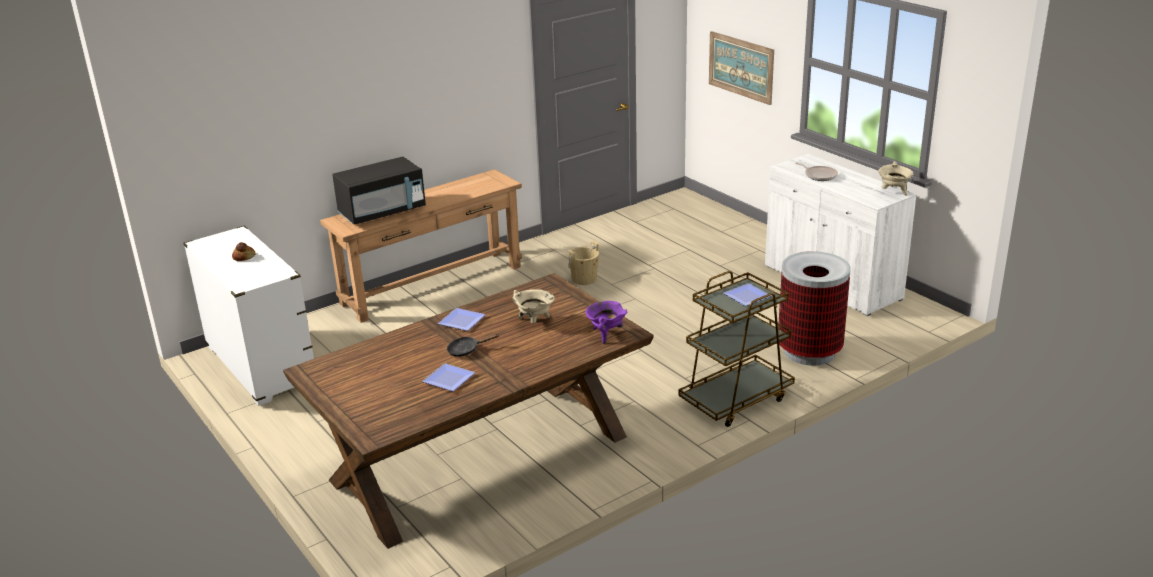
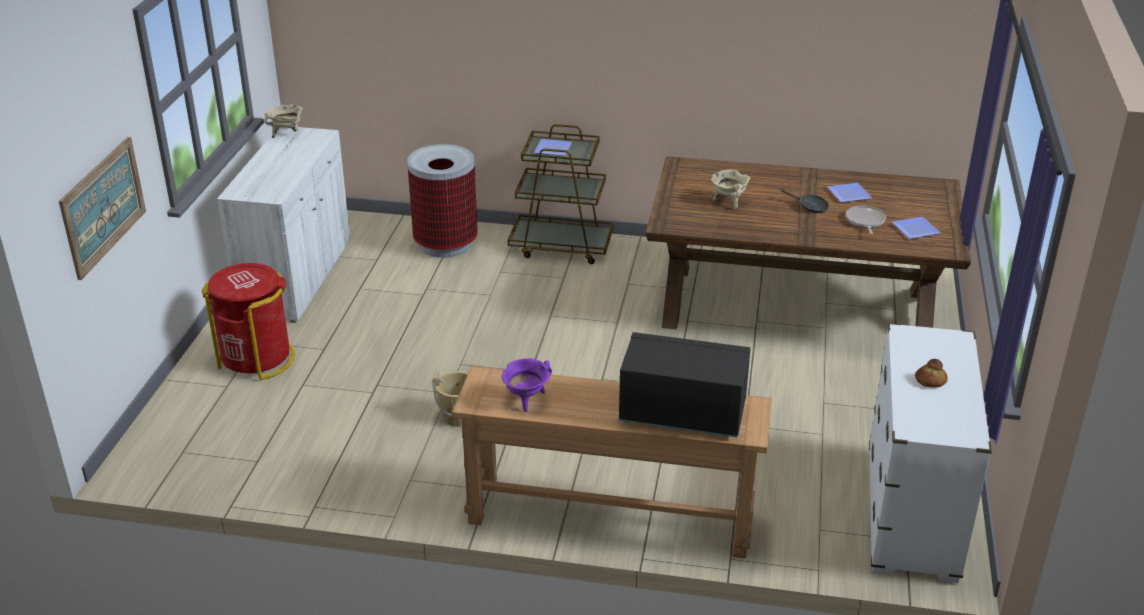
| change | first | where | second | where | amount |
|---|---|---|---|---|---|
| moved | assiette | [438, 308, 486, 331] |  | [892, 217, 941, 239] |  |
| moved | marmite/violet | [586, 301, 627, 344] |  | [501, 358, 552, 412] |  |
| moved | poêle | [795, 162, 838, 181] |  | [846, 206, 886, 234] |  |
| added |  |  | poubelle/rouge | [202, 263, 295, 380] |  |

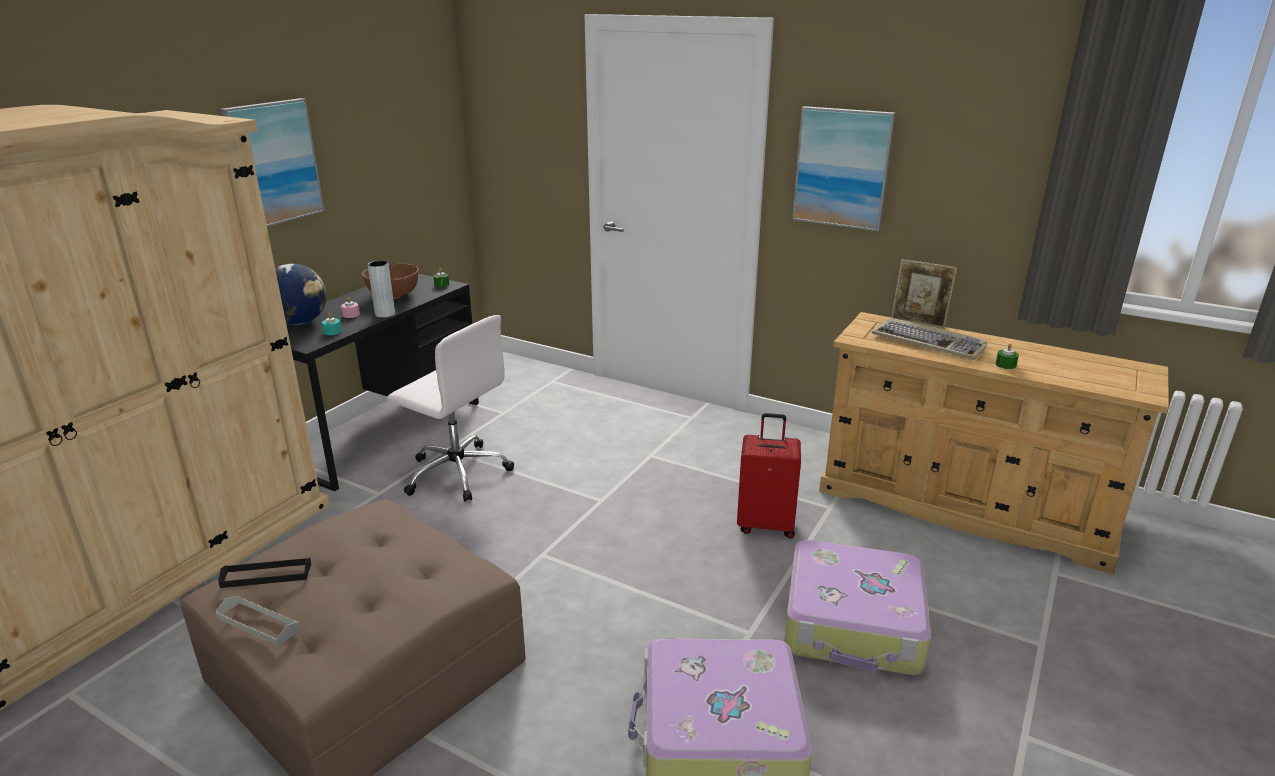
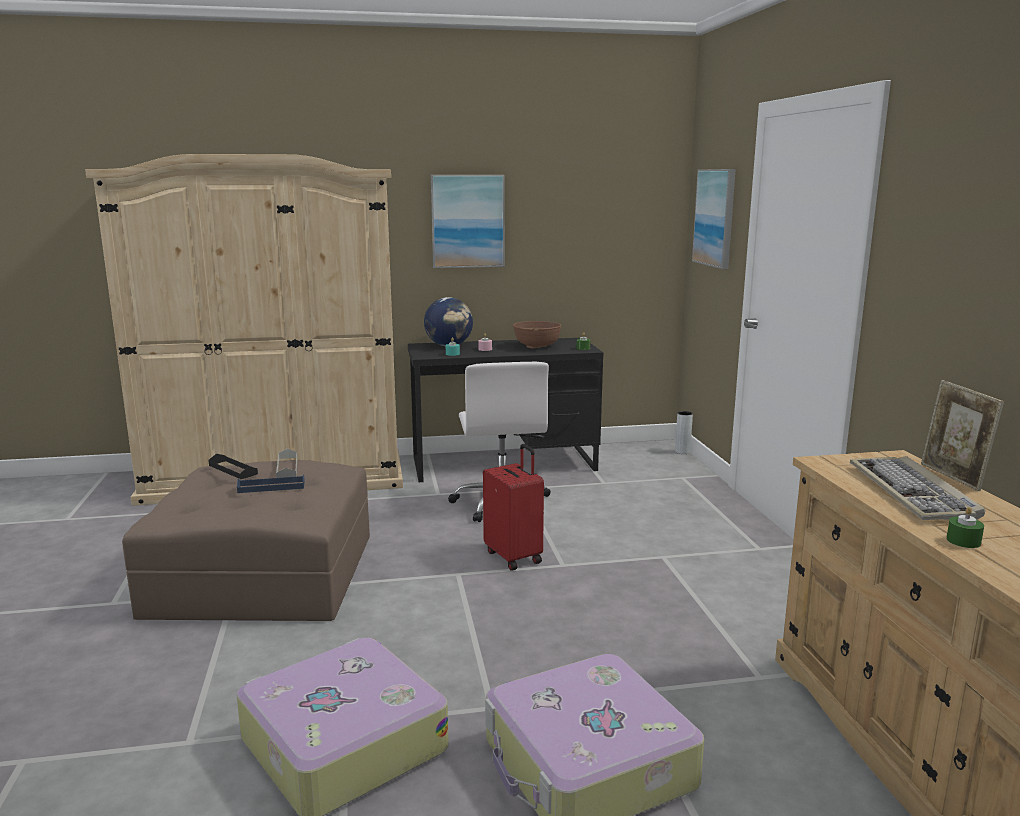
| change | first | where | second | where | amount |
|---|---|---|---|---|---|
| moved | plateau/gris | [215, 596, 301, 646] |  | [276, 448, 297, 478] |  |
| moved | vase/gris | [368, 261, 395, 318] |  | [675, 411, 693, 454] |  |
| moved | valise/rouge | [737, 413, 801, 538] |  | [483, 444, 544, 571] |  |
| moved | tableau | [792, 106, 896, 231] |  | [692, 169, 736, 269] |  |
| added |  |  | plateau/bleu | [237, 475, 305, 493] |  |

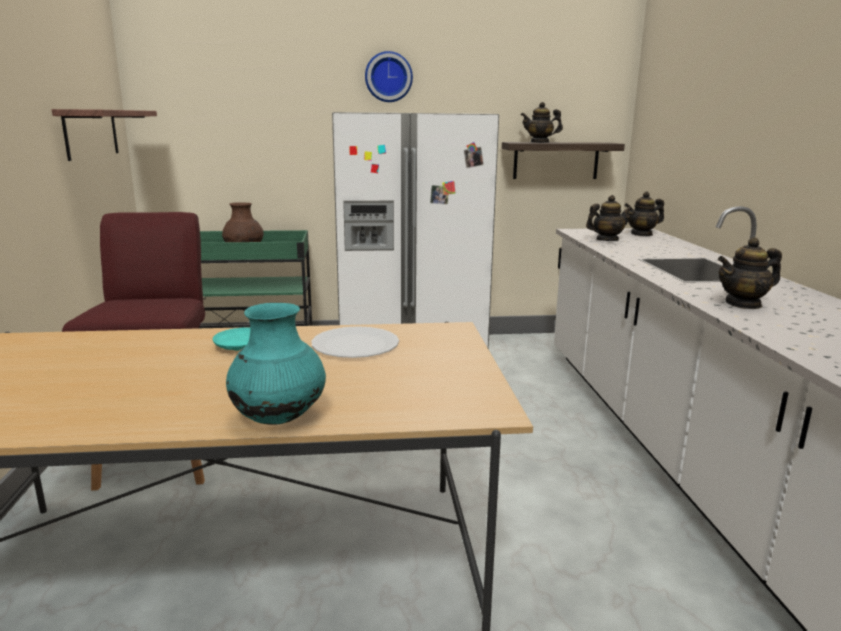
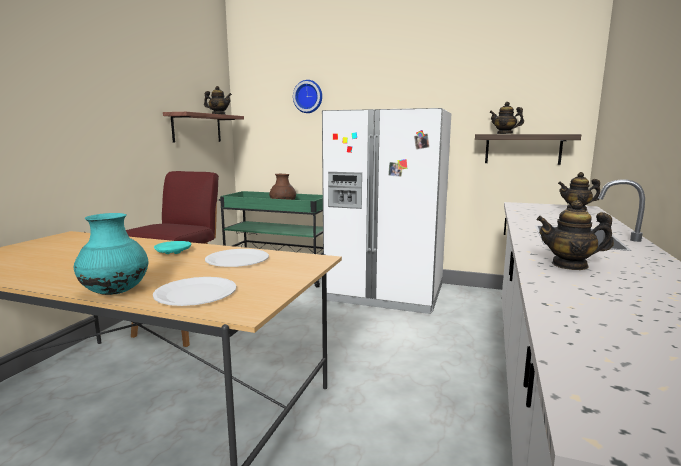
| change | first | where | second | where | amount |
|---|---|---|---|---|---|
| moved | horloge murale | [365, 51, 413, 102] |  | [293, 80, 322, 113] |  |
| moved | théière | [586, 195, 632, 241] |  | [204, 86, 232, 115] |  |
| added |  |  | assiette/blanc | [153, 277, 236, 306] |  |

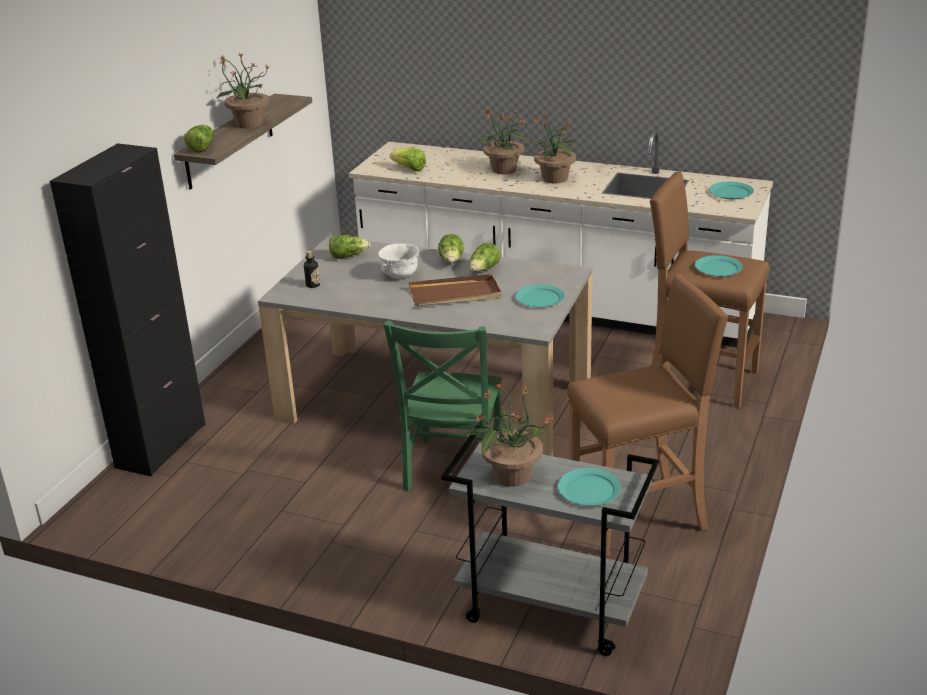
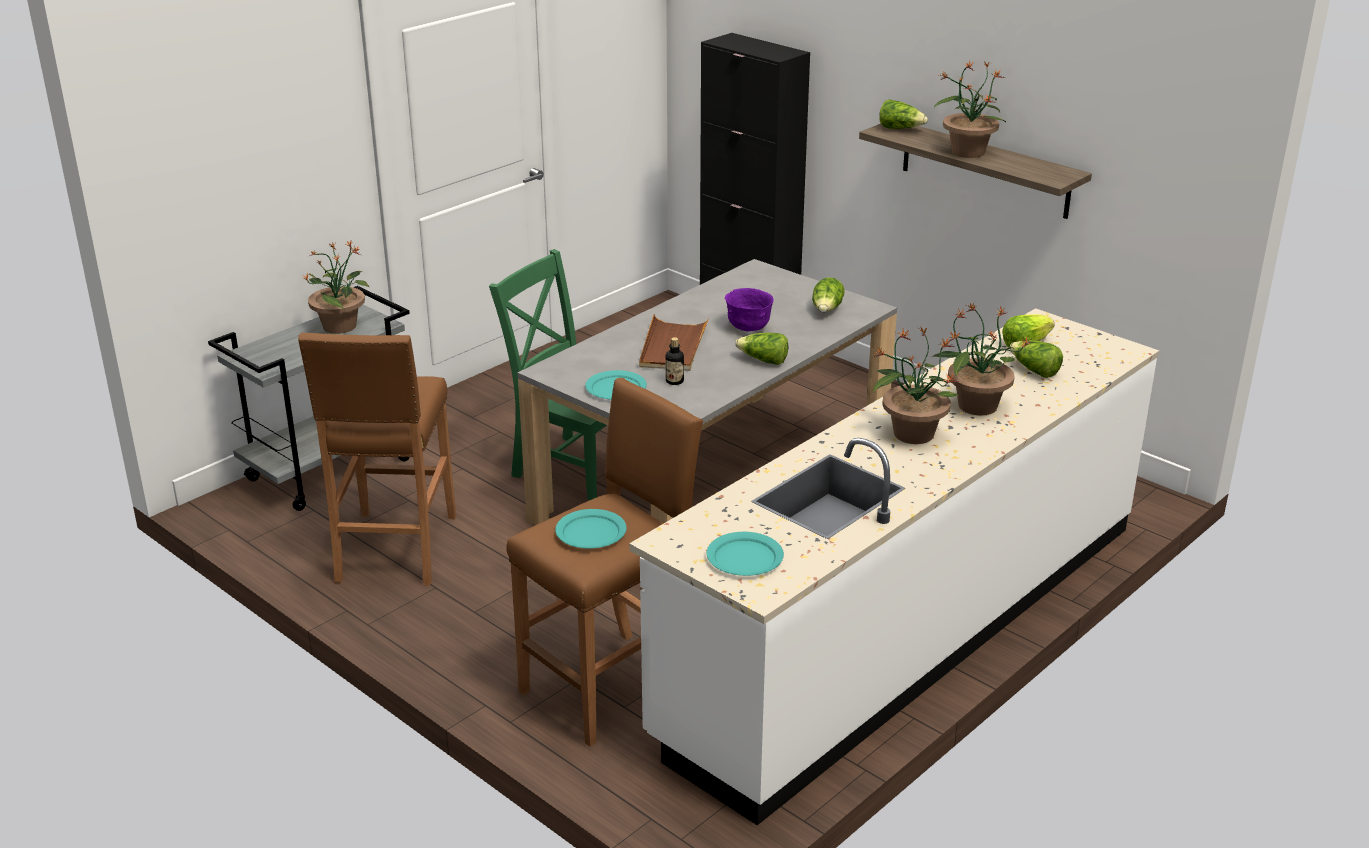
| change | first | where | second | where | amount |
|---|---|---|---|---|---|
| moved | bouteille | [304, 251, 320, 288] |  | [665, 337, 684, 385] |  |
| recoloured | bol/blanc | [378, 243, 419, 278] | bol/violet | [725, 288, 774, 331] |  |
| moved | laitue | [470, 243, 501, 272] |  | [1010, 340, 1063, 378] |  |
| removed | assiette/turquoise | [558, 468, 621, 506] |  |  |  |

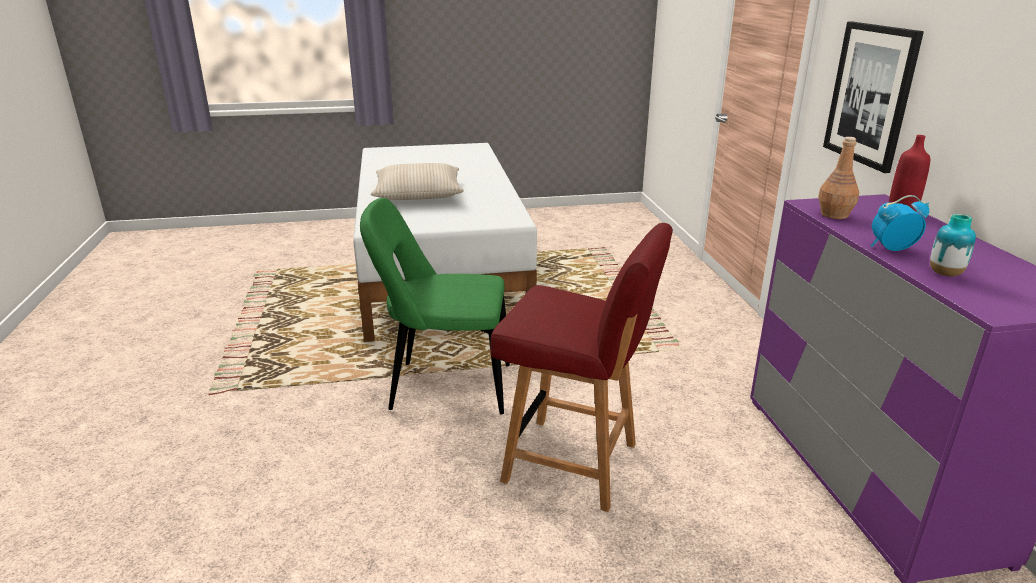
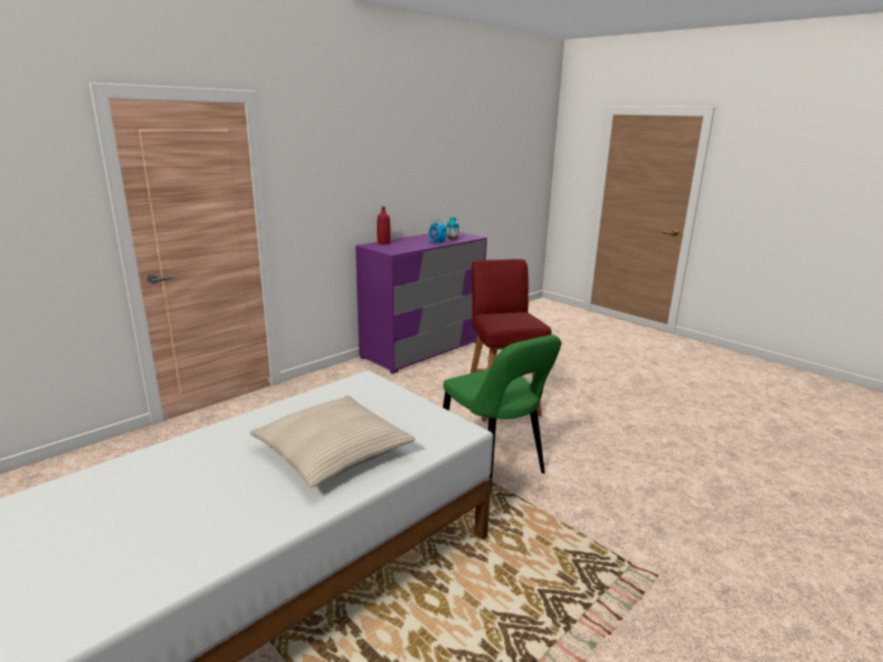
| change | first | where | second | where | amount |
|---|---|---|---|---|---|
| removed | bouteille/marron | [818, 137, 859, 219] |  |  |  |
| removed | tableau | [823, 22, 924, 173] |  |  |  |

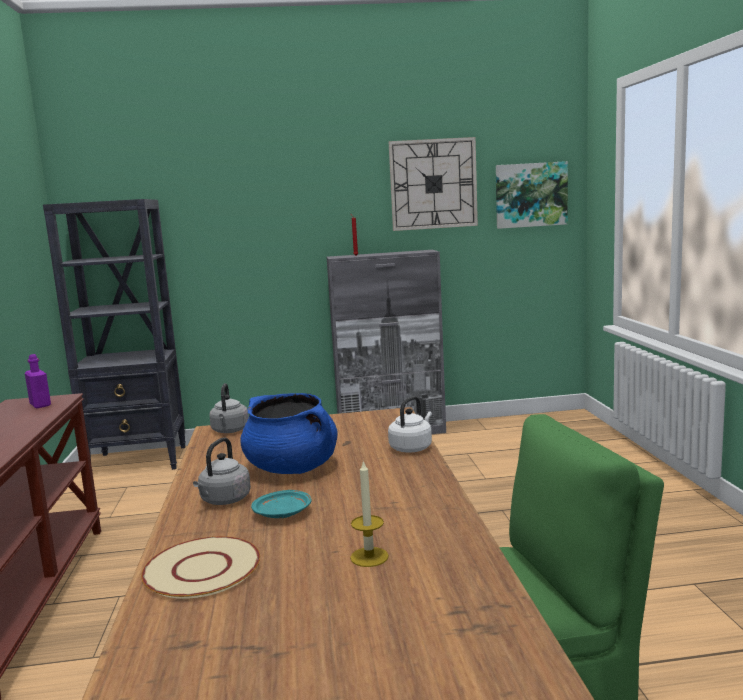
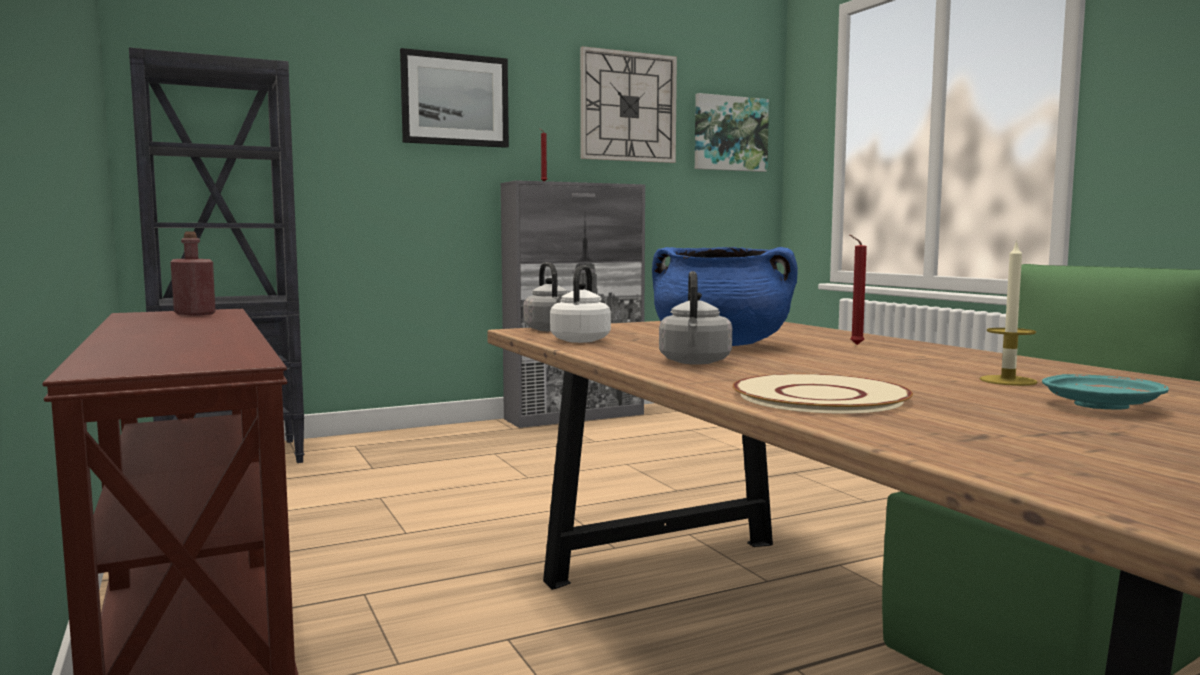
| change | first | where | second | where | amount |
|---|---|---|---|---|---|
| recoloured | bouteille/violet | [25, 354, 51, 408] | bouteille/rouge | [170, 231, 216, 316] |  |
| moved | assiette/turquoise | [251, 490, 311, 518] |  | [1042, 374, 1169, 409] |  |
| moved | bouilloire/blanc | [388, 396, 432, 452] |  | [550, 265, 611, 343] |  |
| added |  |  | tableau | [400, 48, 509, 148] |  |
| added |  |  | bougie/rouge | [850, 235, 867, 345] |  |

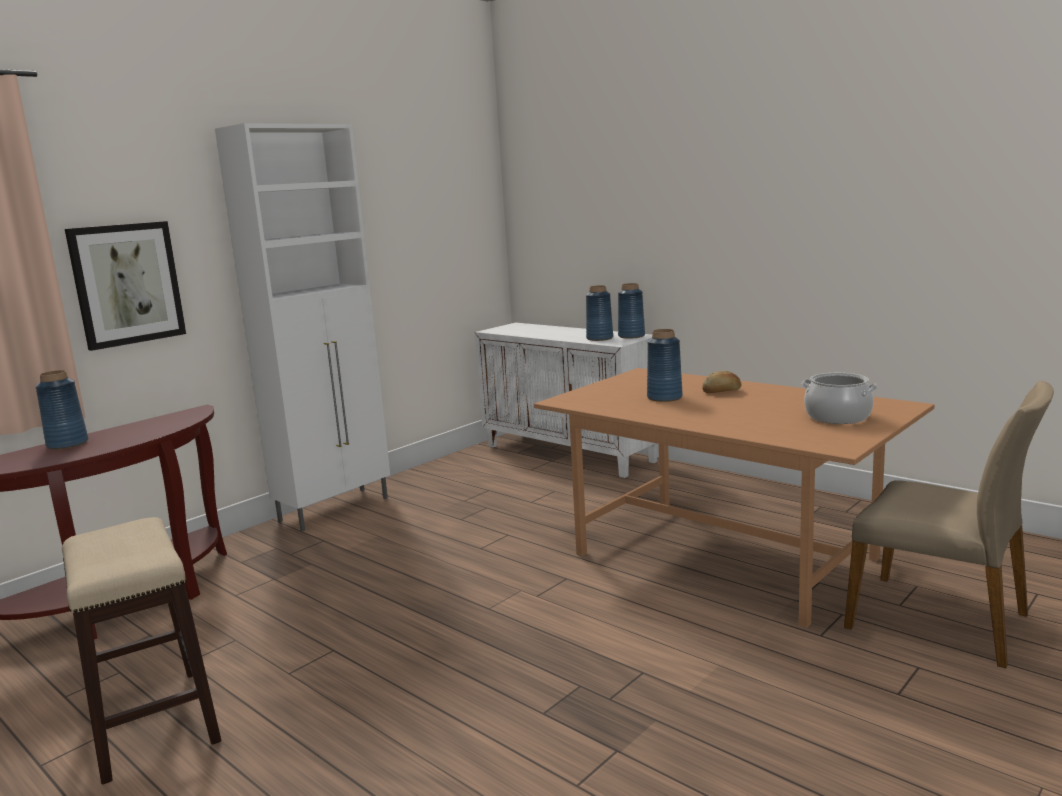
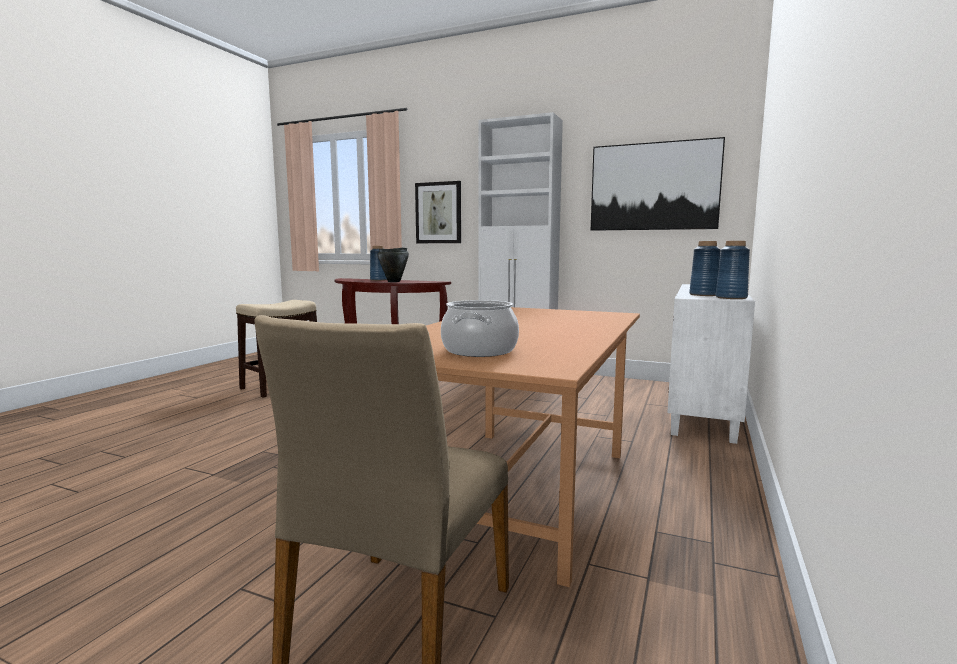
| change | first | where | second | where | amount |
|---|---|---|---|---|---|
| removed | vase/bleu | [647, 329, 683, 402] |  |  |  |
| removed | pain | [702, 371, 741, 393] |  |  |  |
| added |  |  | marmite/noir | [378, 248, 409, 282] |  |
| added |  |  | tableau | [591, 137, 725, 231] |  |

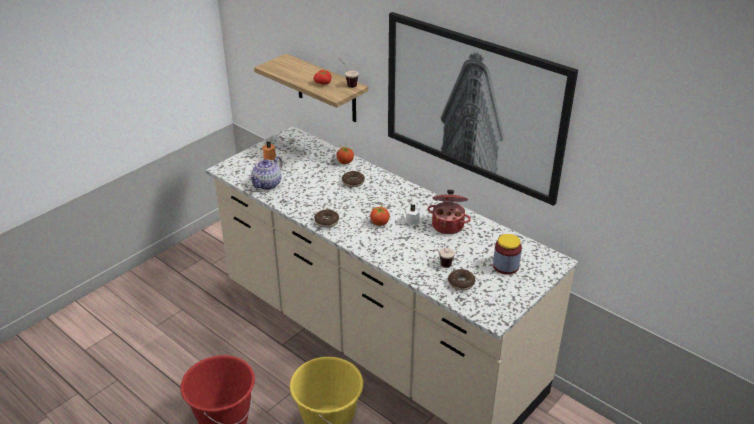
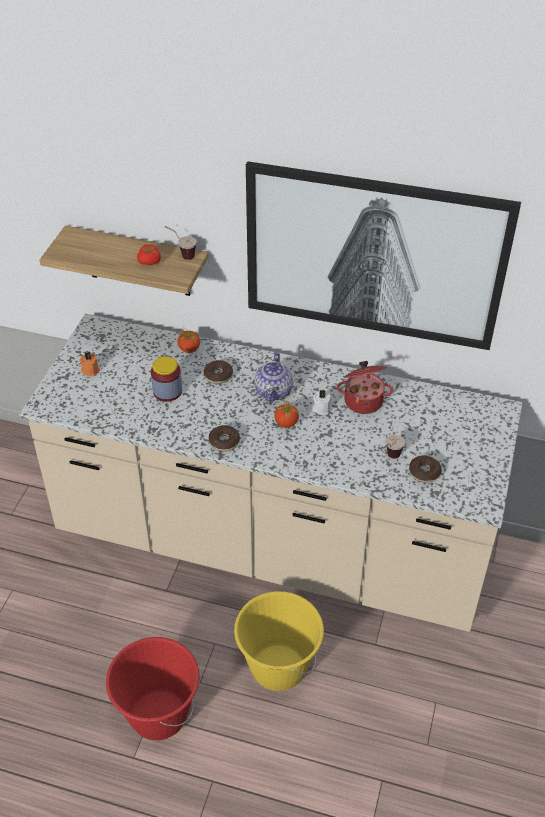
| change | first | where | second | where | amount |
|---|---|---|---|---|---|
| moved | théière | [249, 156, 283, 190] |  | [254, 353, 293, 403] |  |
| moved | bocal | [493, 234, 522, 274] |  | [151, 356, 182, 402] |  |

